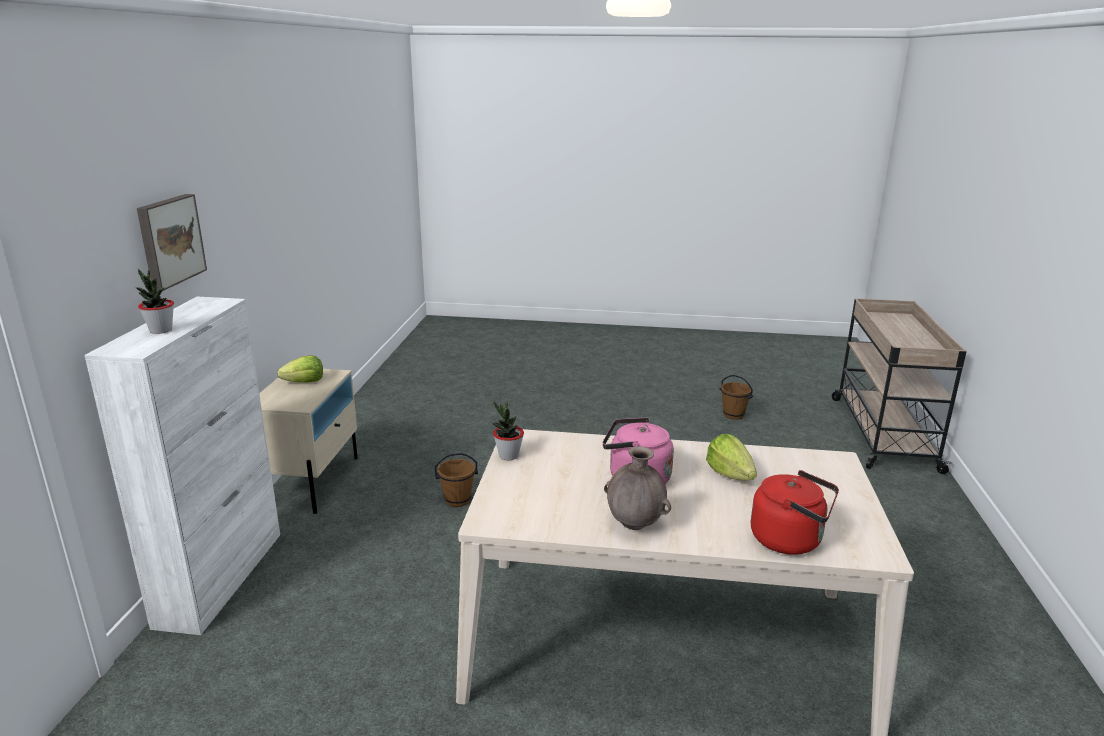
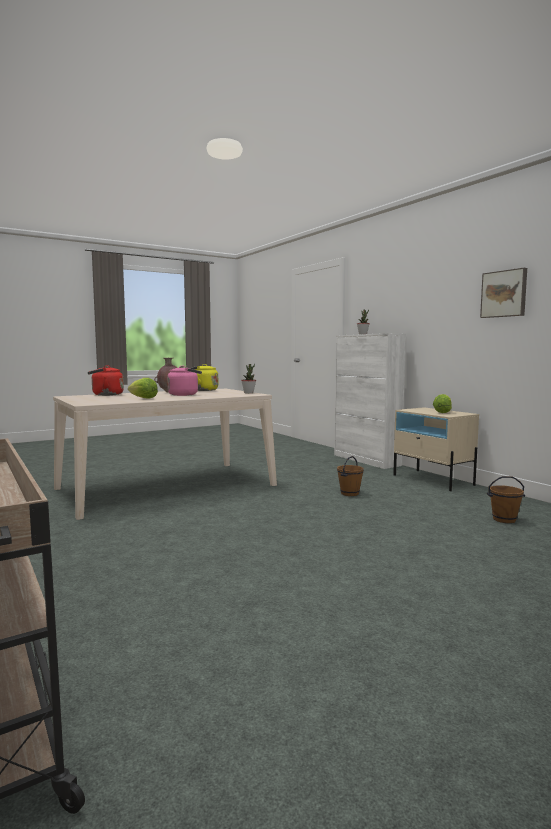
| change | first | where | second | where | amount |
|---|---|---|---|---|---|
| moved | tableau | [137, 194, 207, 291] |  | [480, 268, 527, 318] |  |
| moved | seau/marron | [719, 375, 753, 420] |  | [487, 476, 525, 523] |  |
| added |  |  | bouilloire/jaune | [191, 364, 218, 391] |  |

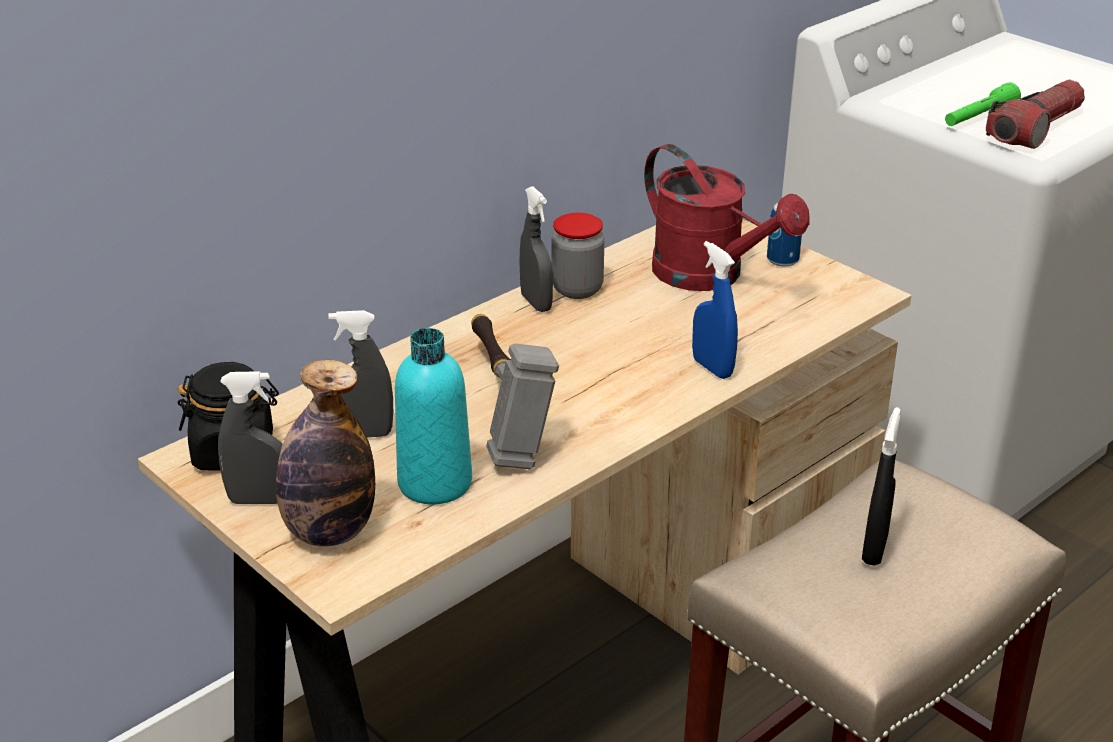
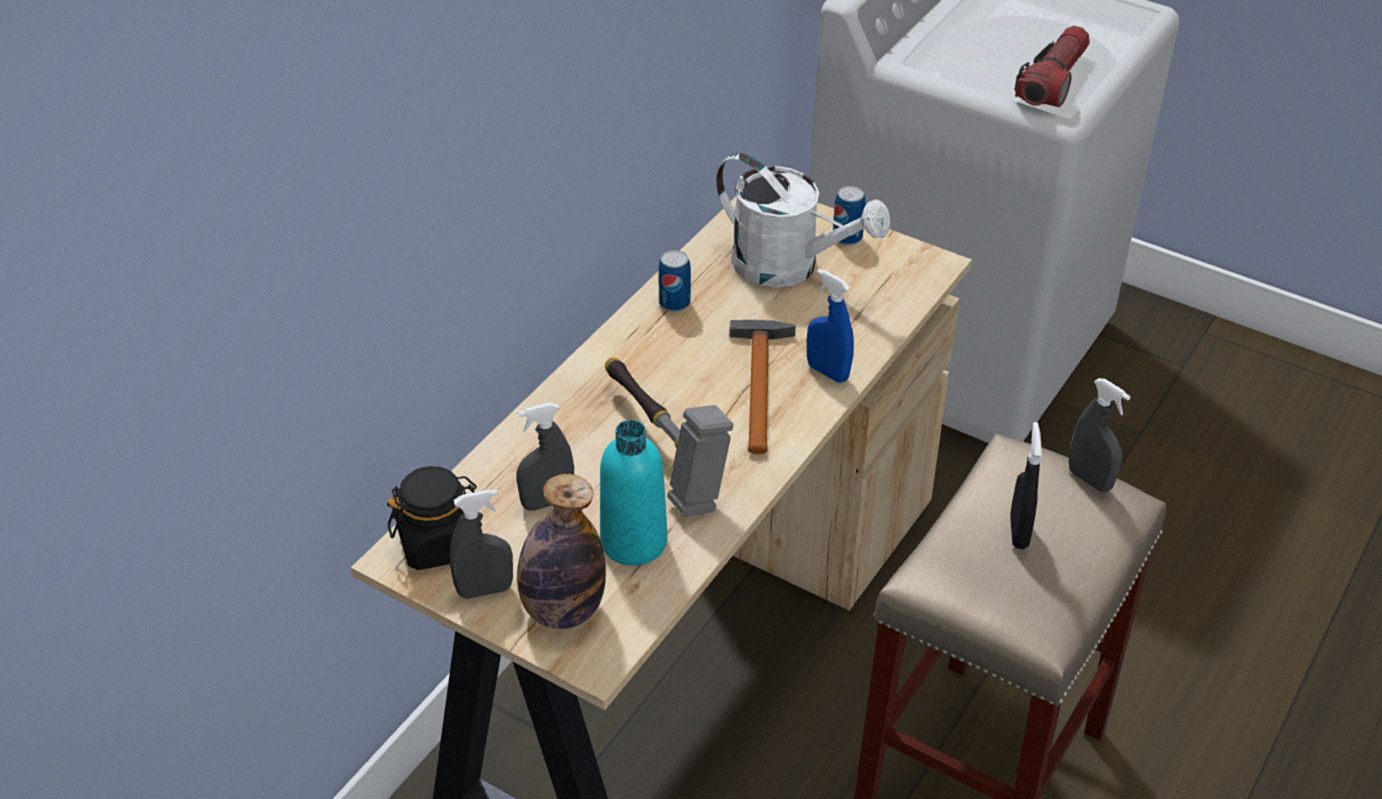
| change | first | where | second | where | amount |
|---|---|---|---|---|---|
| moved | vaporisateur/gris | [520, 186, 553, 312] |  | [1069, 378, 1131, 492] |  |
| replaced | bocal | [552, 213, 604, 299] | boîte métallique | [658, 250, 691, 312] |  |
| recoloured | arrosoir/rouge | [644, 144, 809, 291] | arrosoir/blanc | [716, 153, 891, 287] |  |
| removed | lampe de poche/vert | [945, 82, 1021, 126] |  |  |  |
| added |  |  | marteau | [729, 320, 796, 454] |  |

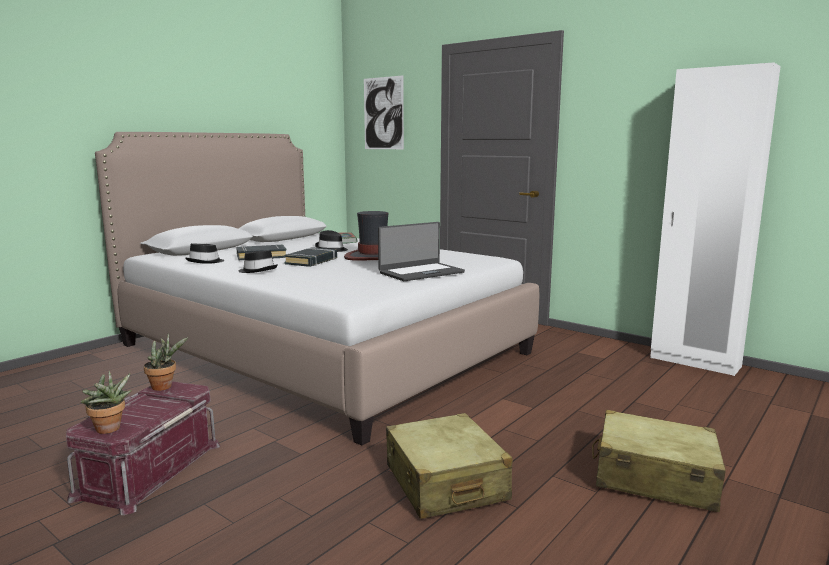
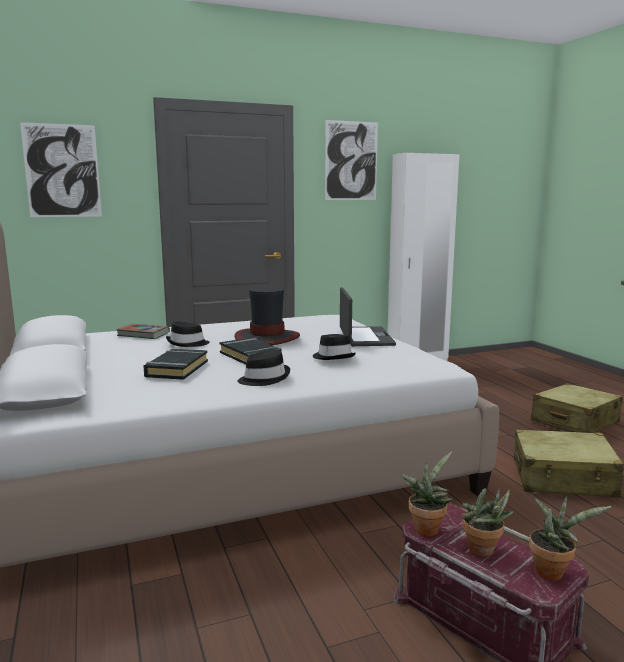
| change | first | where | second | where | amount |
|---|---|---|---|---|---|
| moved | chapeau/noir | [186, 243, 224, 264] |  | [313, 334, 356, 360] |  |
| added |  |  | tableau | [325, 120, 378, 200] |  |
| added |  |  | plante en pot | [462, 488, 514, 557] |  |

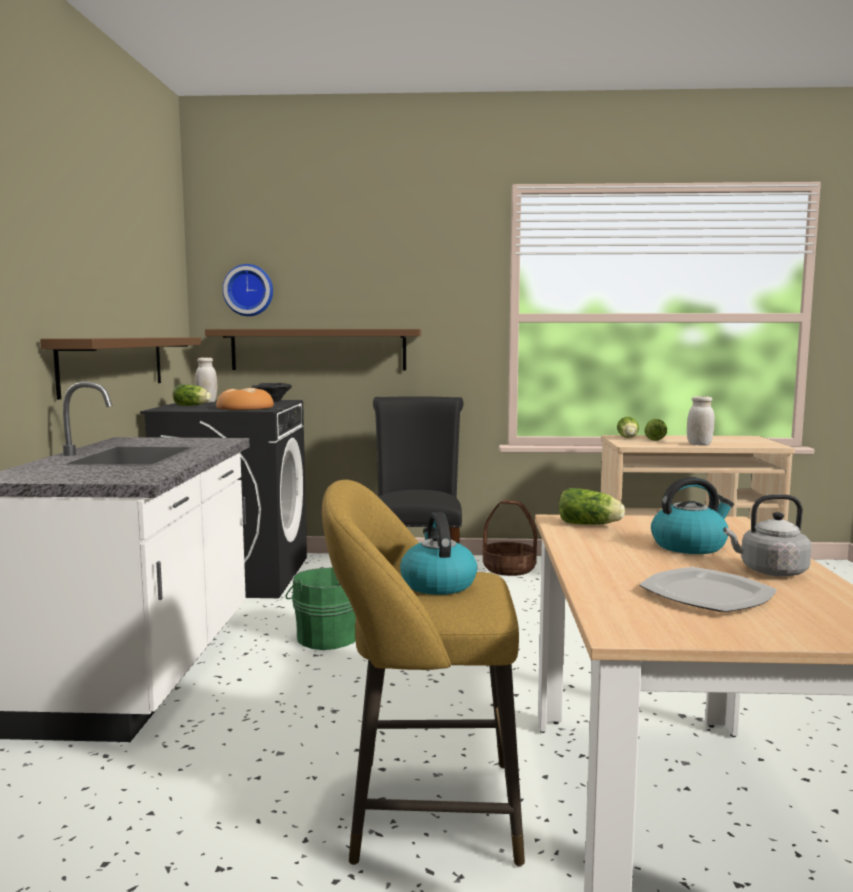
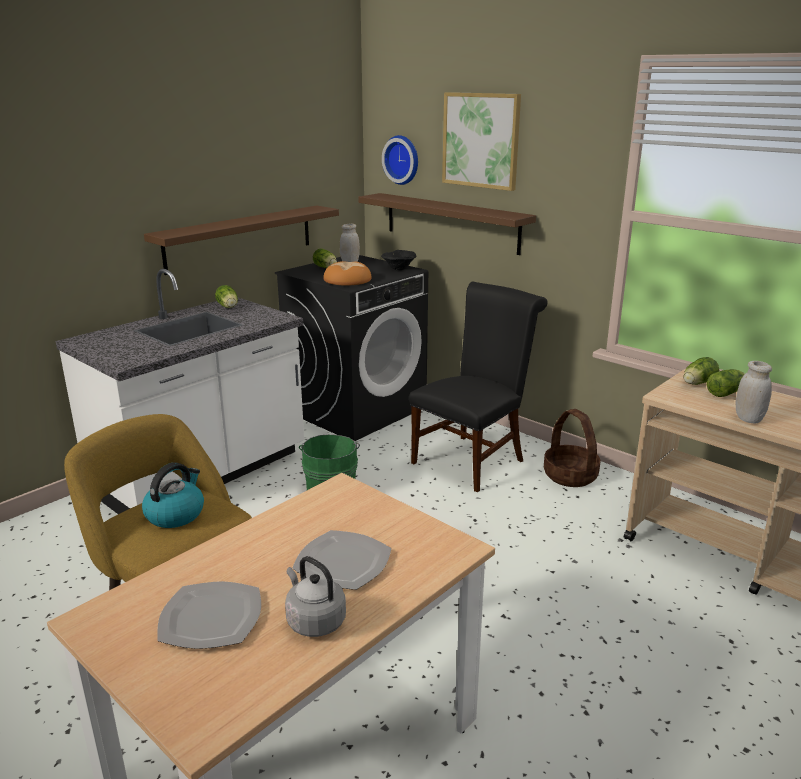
| change | first | where | second | where | amount |
|---|---|---|---|---|---|
| moved | laitue | [559, 488, 625, 525] |  | [215, 285, 238, 308] |  |
| replaced | bouilloire | [651, 477, 734, 554] | assiette | [292, 530, 392, 590] |  |
| added |  |  | tableau | [442, 92, 521, 191] |  |

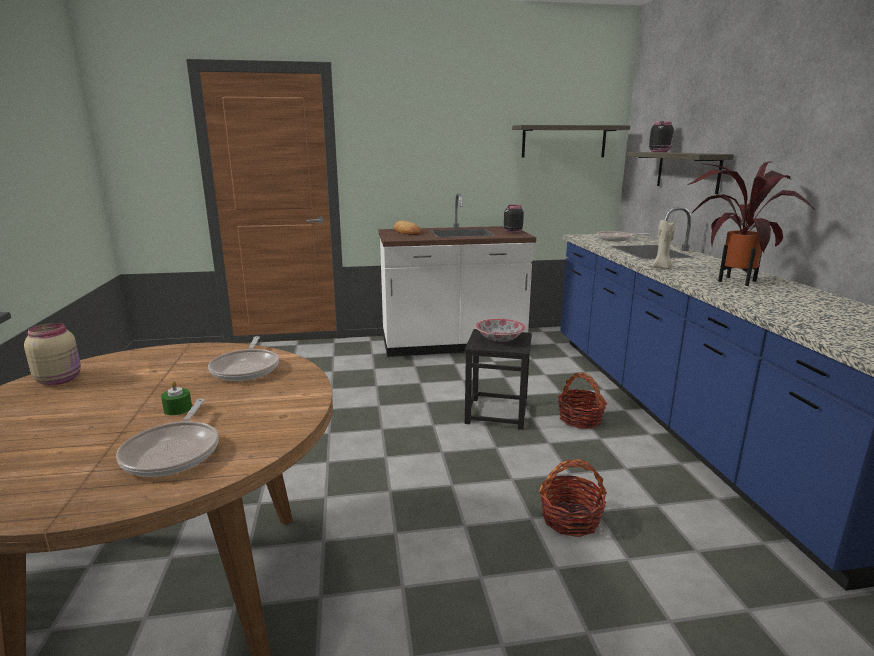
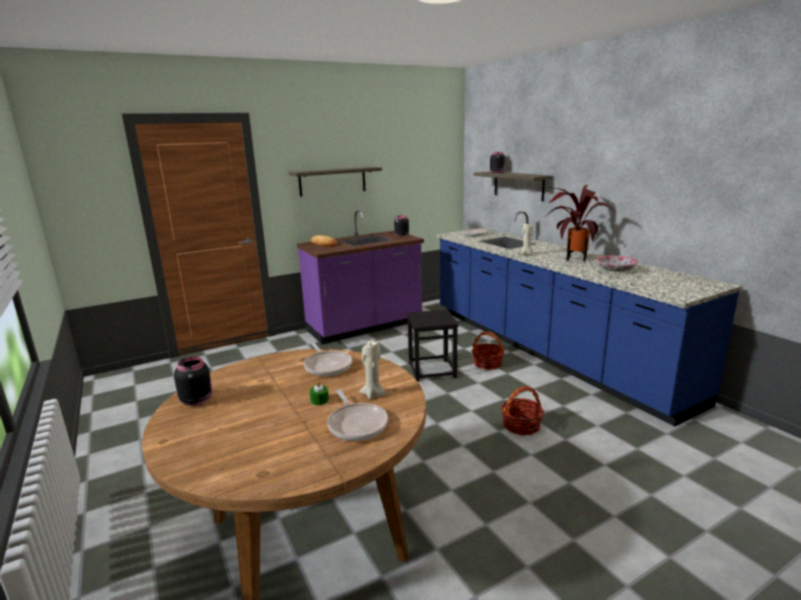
| change | first | where | second | where | amount |
|---|---|---|---|---|---|
| recoloured | bocal/beige | [24, 323, 81, 385] | bocal/noir | [174, 357, 212, 406] |  |
| recoloured | comptoir de cuisine/blanc | [378, 193, 536, 357] | comptoir de cuisine/violet | [297, 210, 424, 344] |  |
| moved | bol | [475, 319, 526, 342] |  | [596, 256, 639, 272] |  |
| moved | étagère | [512, 125, 630, 158] |  | [289, 167, 382, 197] |  |
| added |  |  | bougie/beige | [359, 340, 387, 399] |  |

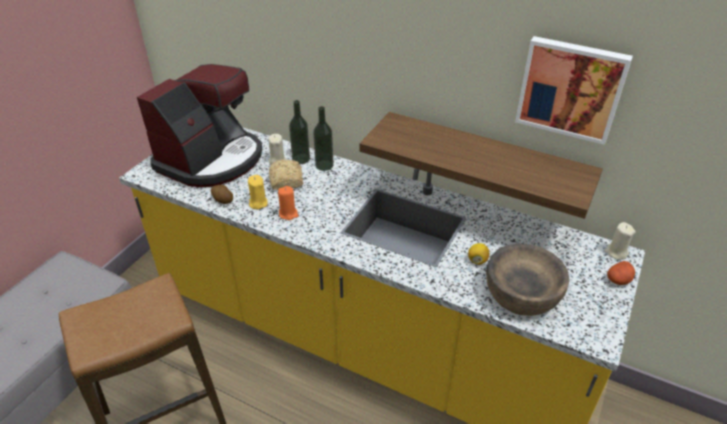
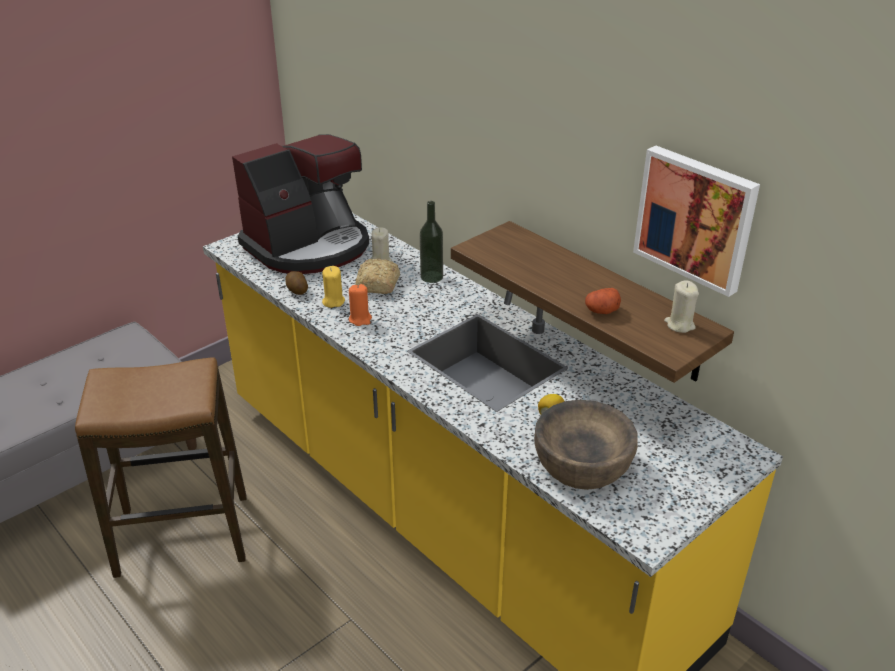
| change | first | where | second | where | amount |
|---|---|---|---|---|---|
| removed | bouteille | [289, 100, 310, 164] |  |  |  |
| moved | bougie/beige | [604, 222, 636, 260] |  | [664, 281, 699, 333] |  |
| moved | pomme de terre | [607, 261, 635, 285] |  | [585, 288, 621, 314] |  |

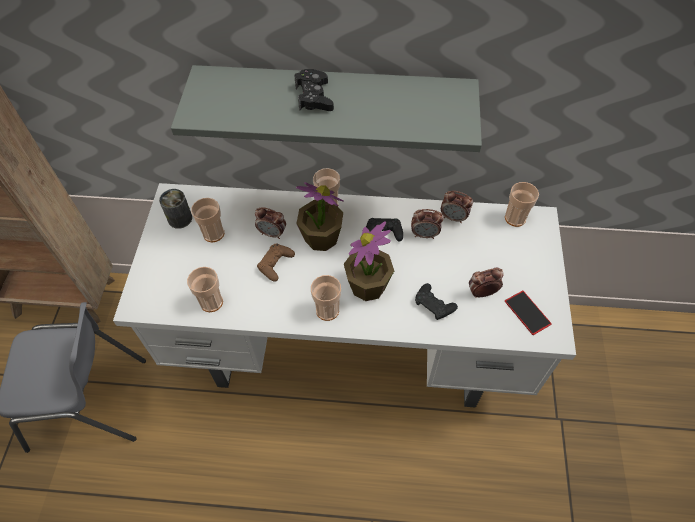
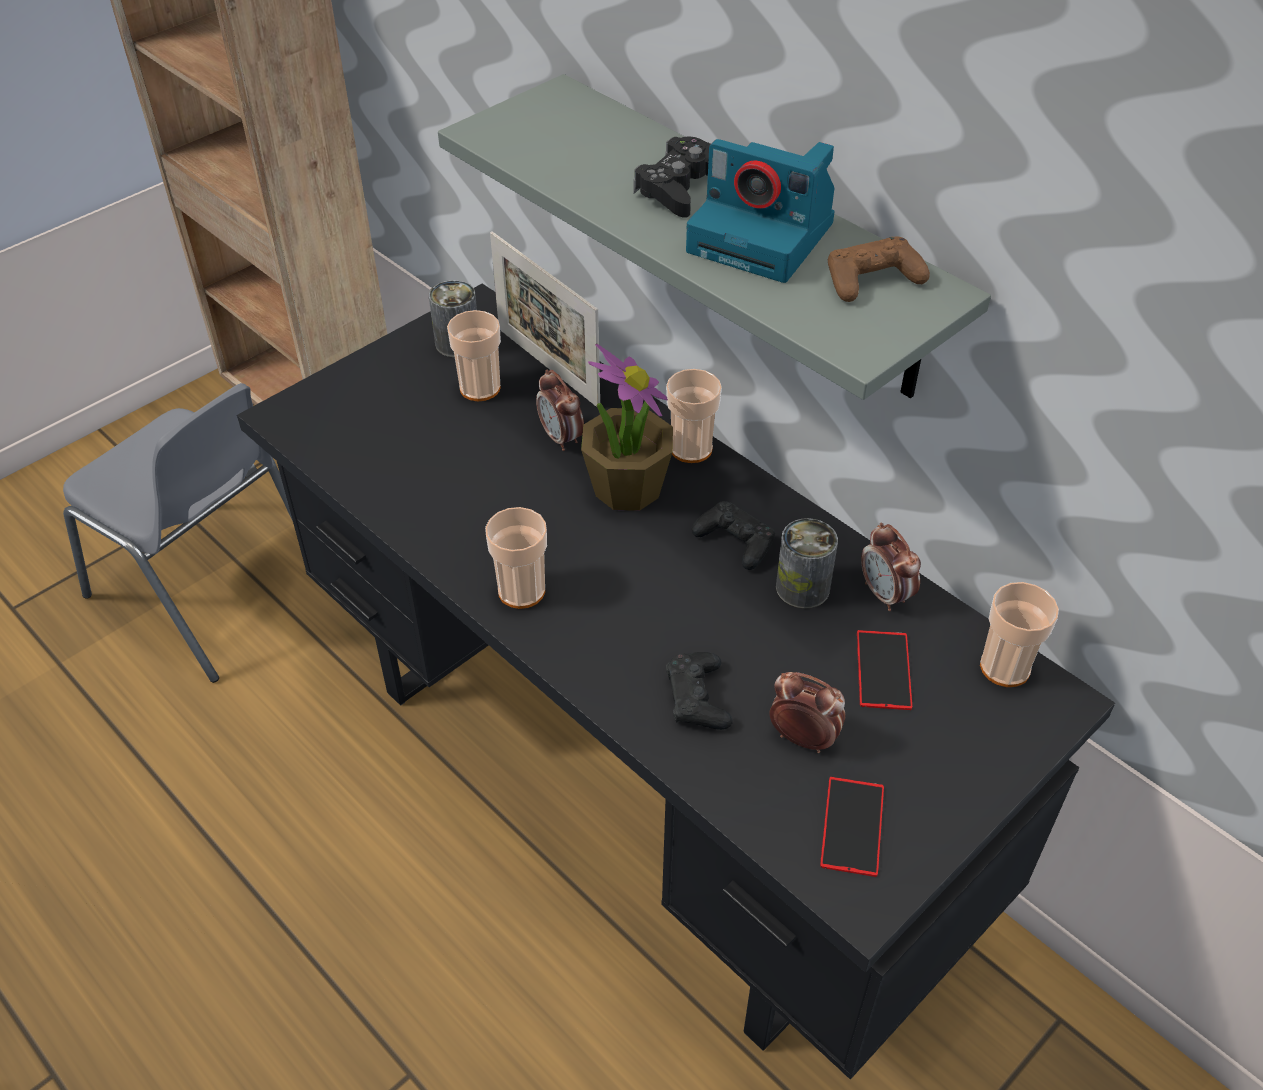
| change | first | where | second | where | amount |
|---|---|---|---|---|---|
| recoloured | bureau/blanc | [113, 183, 576, 407] | bureau/noir | [237, 283, 1115, 1079] |  |
| removed | tasse | [187, 267, 223, 312] |  |  |  |
| moved | manette/marron | [257, 244, 295, 282] |  | [828, 237, 930, 302] |  |
| removed | plante en pot | [344, 221, 394, 301] |  |  |  |
| replaced | réveil | [411, 209, 444, 239] | boîte métallique | [776, 518, 838, 609] |  |
| added |  |  | cadre photo | [490, 231, 600, 407] |  |
| added |  |  | appareil photo | [686, 139, 835, 283] |  |
| added |  |  | téléphone | [857, 630, 912, 710] |  |

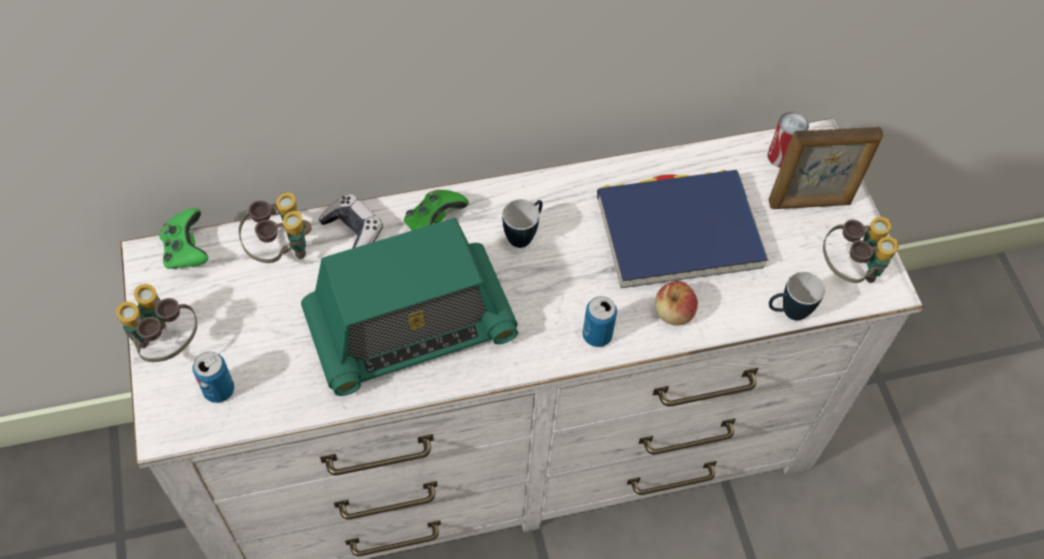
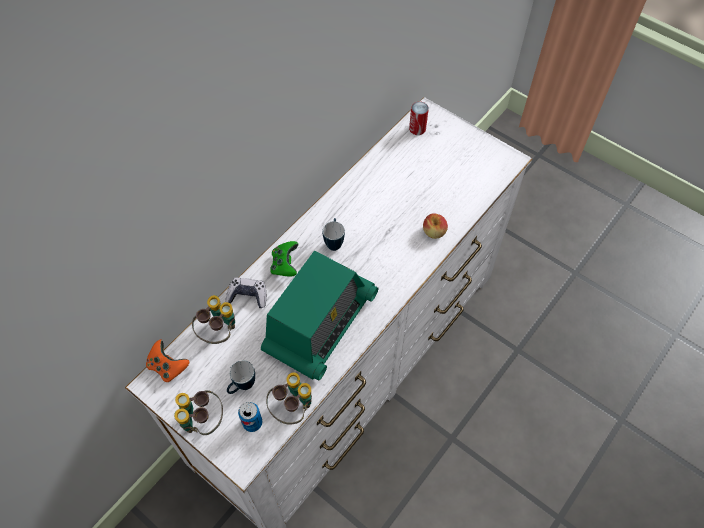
| change | first | where | second | where | amount |
|---|---|---|---|---|---|
| recoloured | manette/vert | [159, 208, 208, 269] | manette/orange | [146, 340, 189, 382] |  |
| removed | boîte métallique | [582, 296, 617, 347] |  |  |  |
| removed | livre/bleu | [597, 170, 768, 288] |  |  |  |
| removed | cadre photo | [768, 127, 883, 209] |  |  |  |
| moved | mug | [769, 271, 825, 320] |  | [227, 360, 255, 394] |  |
| moved | jumelles | [823, 217, 899, 283] |  | [266, 372, 312, 424] |  |

